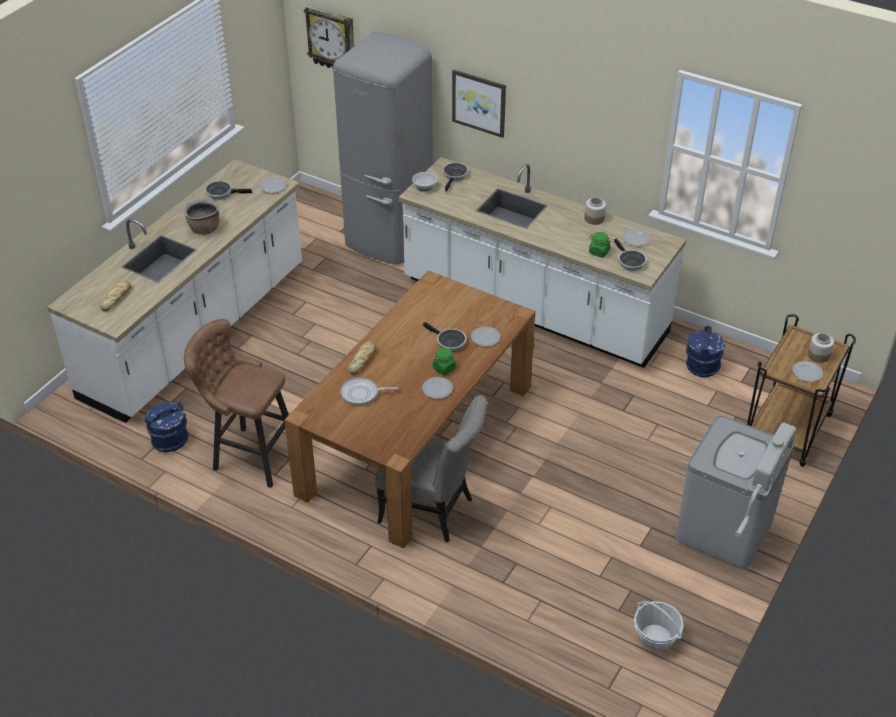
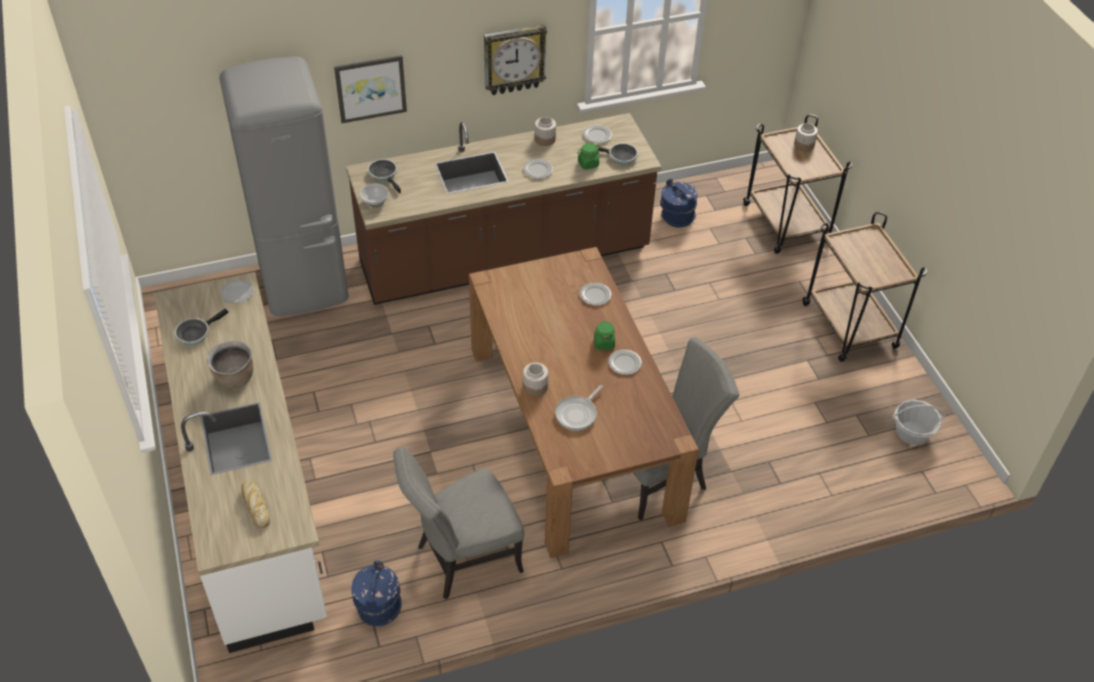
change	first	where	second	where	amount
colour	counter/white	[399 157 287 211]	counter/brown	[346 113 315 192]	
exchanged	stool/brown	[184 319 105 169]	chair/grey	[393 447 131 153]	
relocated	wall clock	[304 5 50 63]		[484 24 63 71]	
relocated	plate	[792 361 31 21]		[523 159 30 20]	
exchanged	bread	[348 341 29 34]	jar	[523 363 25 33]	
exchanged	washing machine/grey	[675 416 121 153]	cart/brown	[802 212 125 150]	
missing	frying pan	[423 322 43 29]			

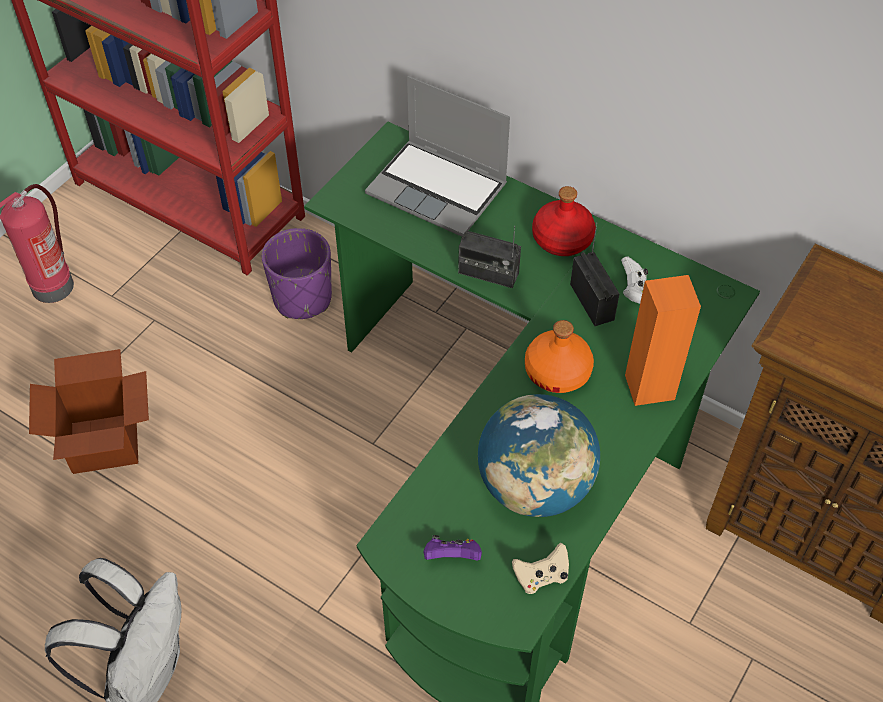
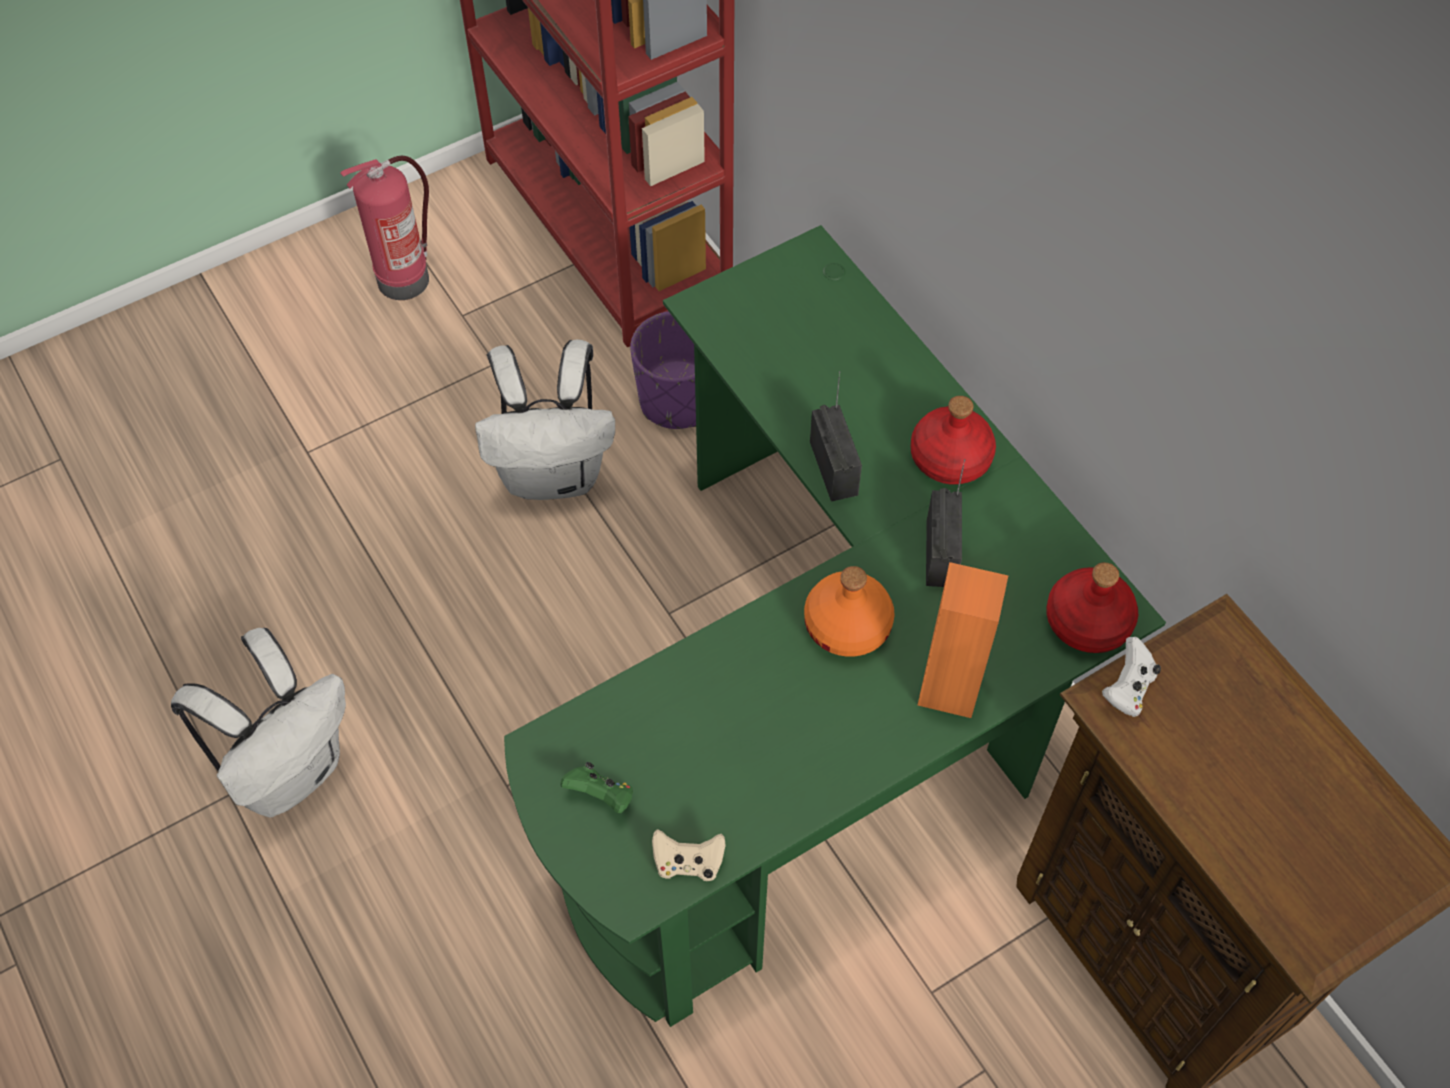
change	first	where	second	where	amount
appeared			backpack/white	[475 340 140 160]	
colour	game controller/purple	[424 535 58 26]	game controller/green	[561 762 72 51]	
spun	radio	[458 226 63 62]		[810 371 52 131]	150 degrees counterclockwise
appeared			bottle/red	[1046 563 92 90]	
relocated	game controller/white	[621 256 27 48]		[1102 637 59 80]	
missing	cardboard box	[29 349 120 125]			
missing	laptop	[365 76 145 161]			
missing	globe	[478 394 122 123]			

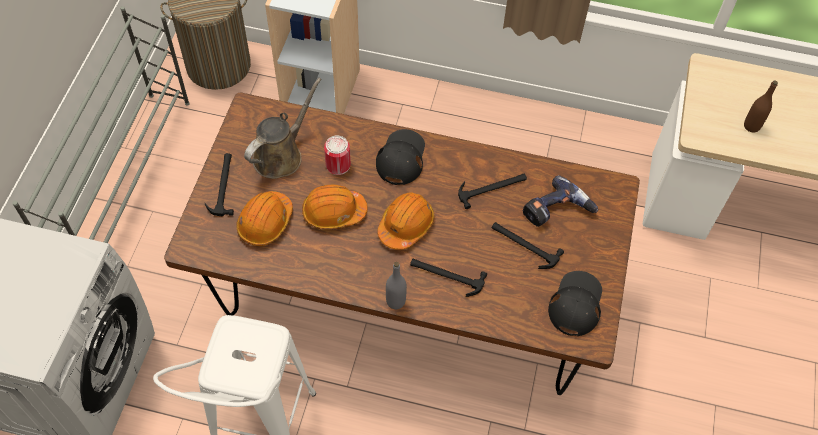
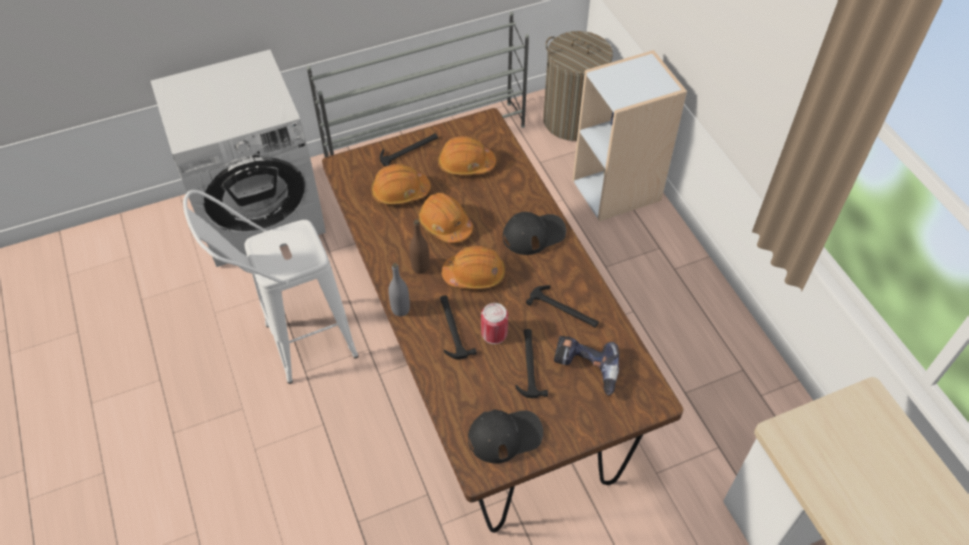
change	first	where	second	where	amount
relocated	bottle/brown	[744 80 34 53]		[409 220 21 54]	
exchanged	watering can/brown	[244 78 78 101]	hard hat/orange	[438 136 58 40]	
relocated	can	[324 135 27 40]		[481 303 27 41]	

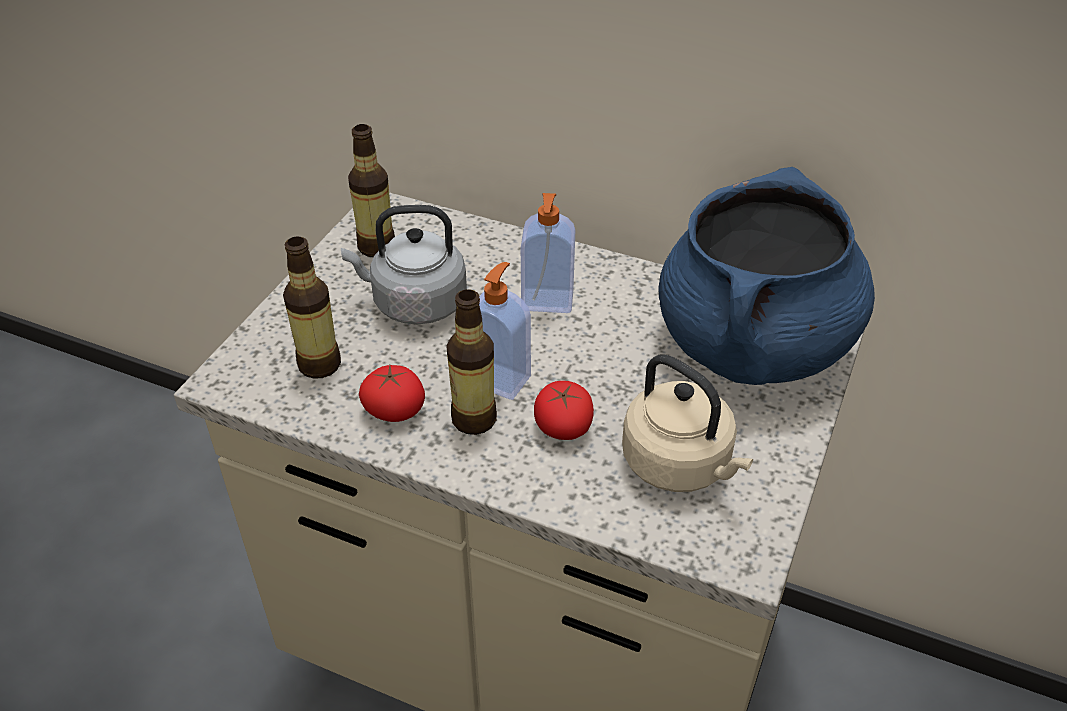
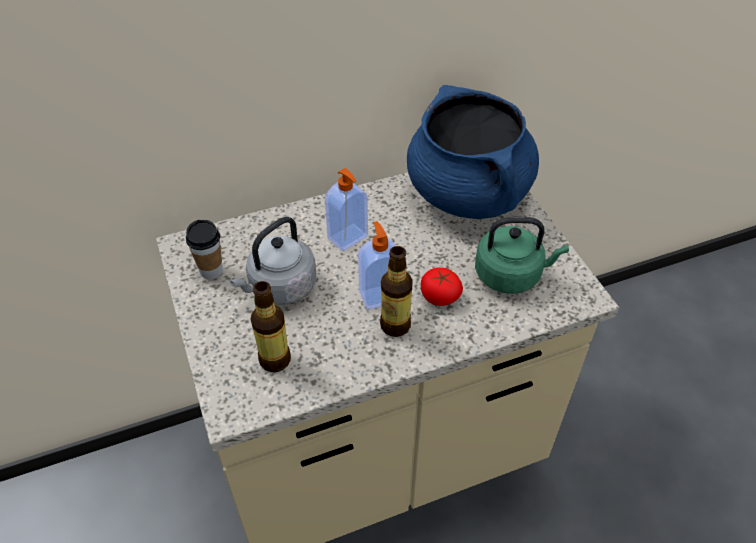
change	first	where	second	where	amount
exchanged	bottle	[348 124 47 133]	cup	[186 220 37 59]	
colour	kettle/beige	[622 354 131 138]	kettle/green	[475 217 94 77]	
missing	tomato	[359 365 66 57]			

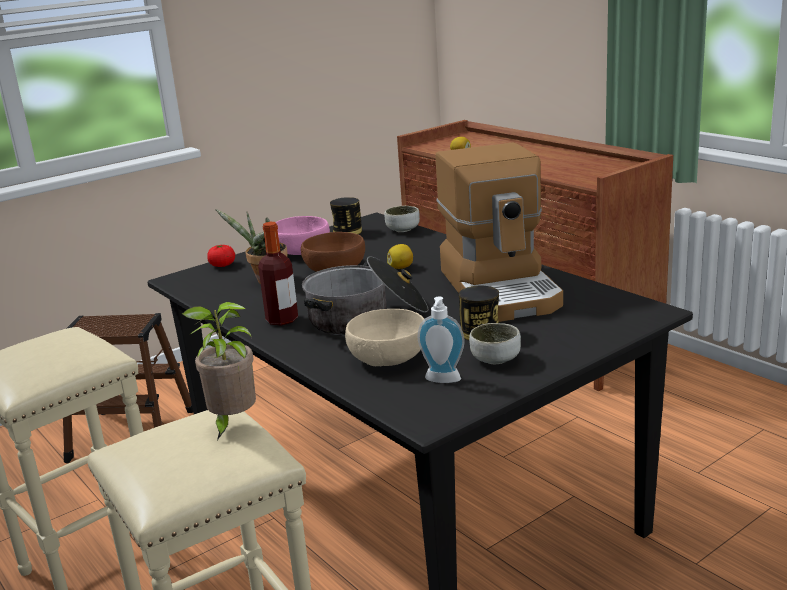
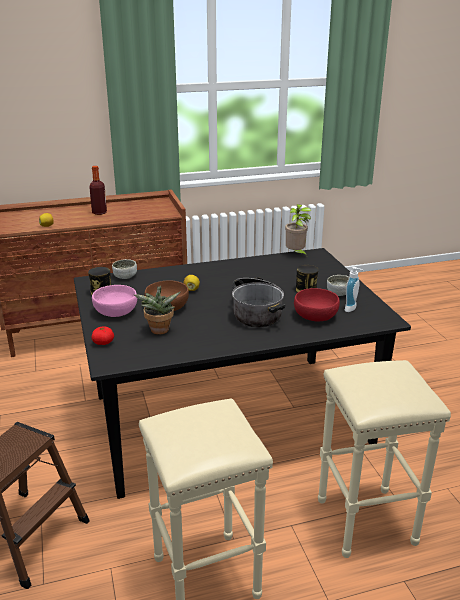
change	first	where	second	where	amount
relocated	bottle	[258 222 40 103]		[89 166 18 49]	
relocated	potted plant	[182 302 74 138]		[285 204 26 52]	
colour	bowl/beige	[345 309 79 57]	bowl/red	[294 288 46 34]	
missing	coffee machine	[436 143 127 179]			

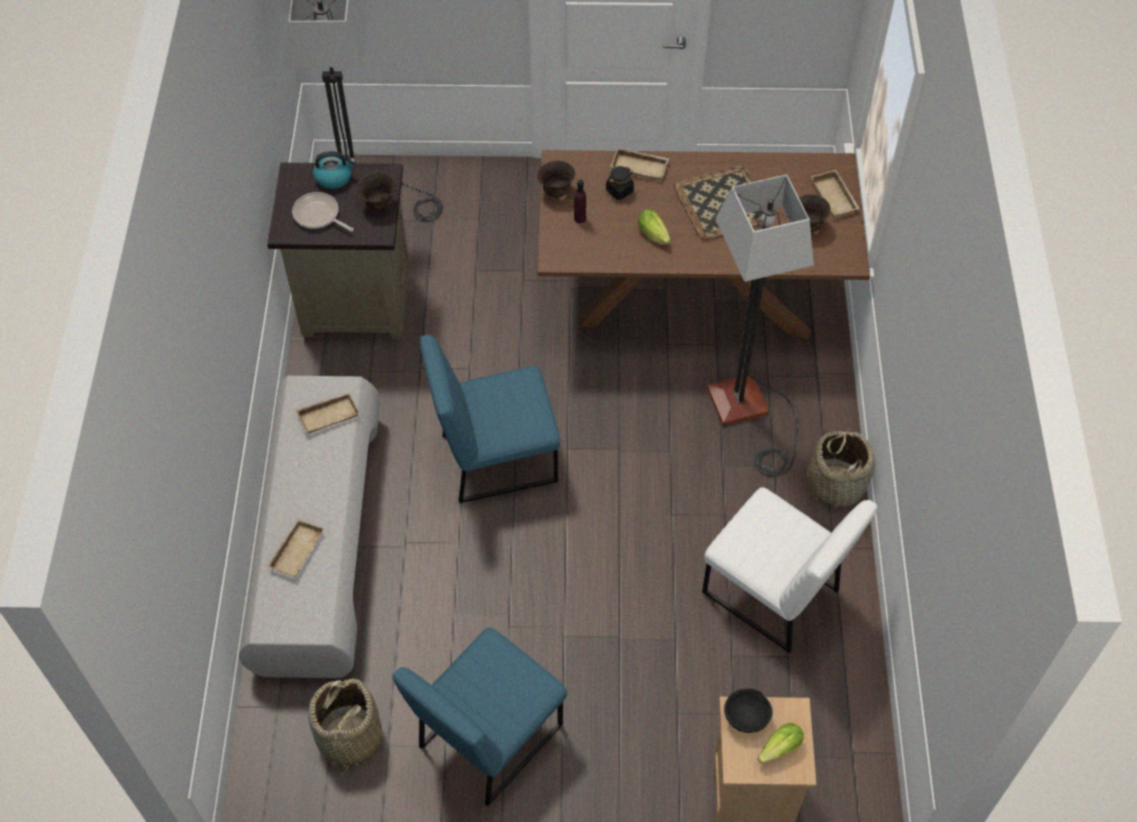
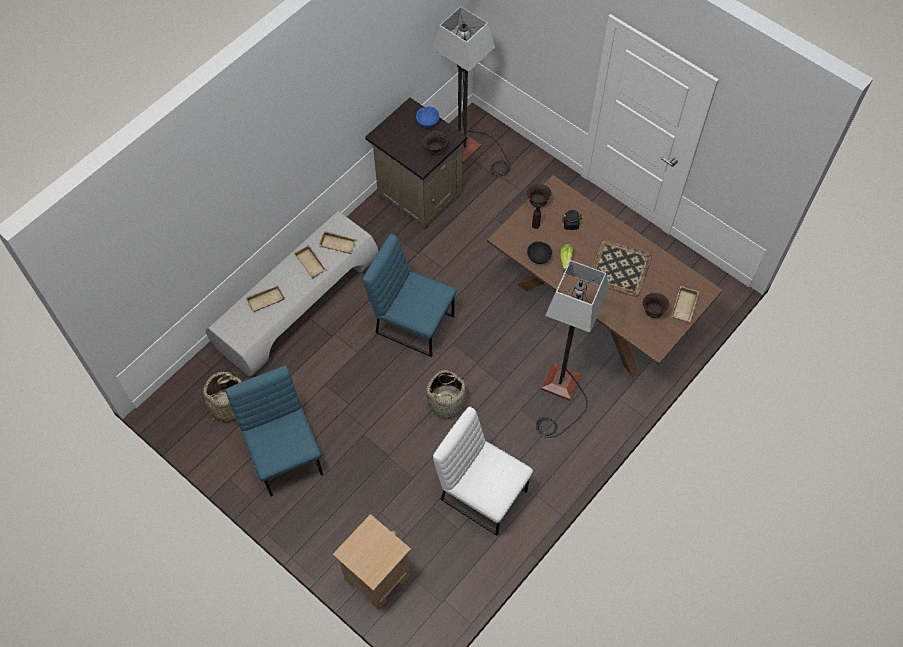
change	first	where	second	where	amount
spun	chair/blue	[392 627 175 179]		[226 366 97 130]	75 degrees clockwise
relocated	tray/beige	[611 148 58 33]		[294 245 33 33]	
exchanged	kettle	[313 151 43 38]	bowl/blue	[416 106 24 22]	
relocated	basket	[806 429 68 81]		[426 370 43 50]	
spun	chair/white	[702 487 175 166]		[433 407 100 129]	135 degrees clockwise
relocated	bowl/black	[724 688 49 45]		[527 241 25 23]	
missing	frying pan	[292 192 62 39]			
missing	lettuce	[757 723 47 41]			

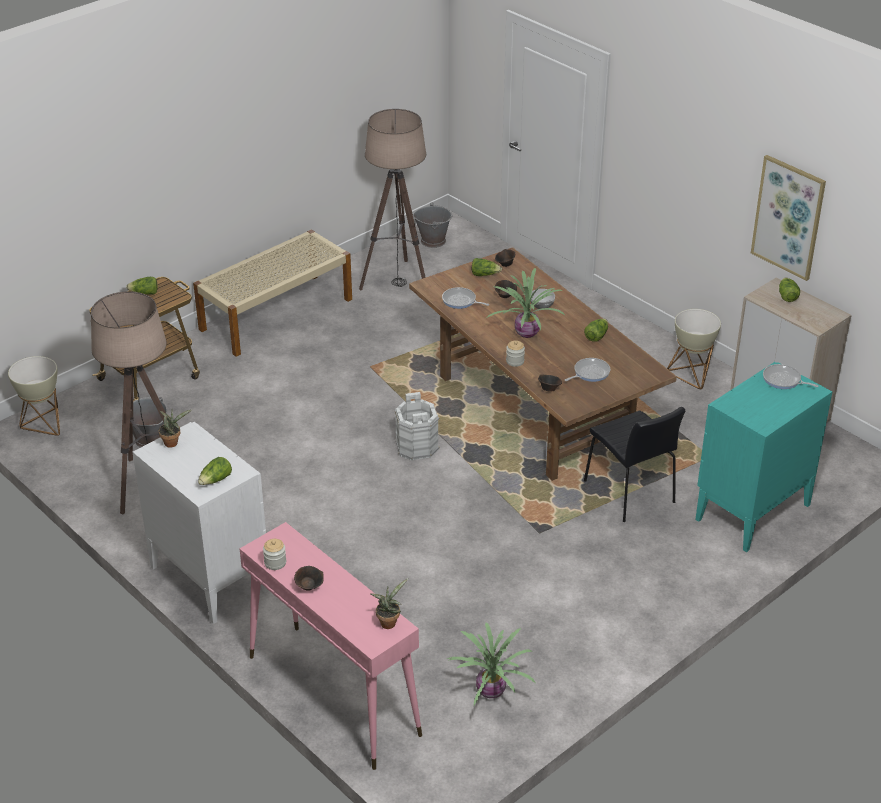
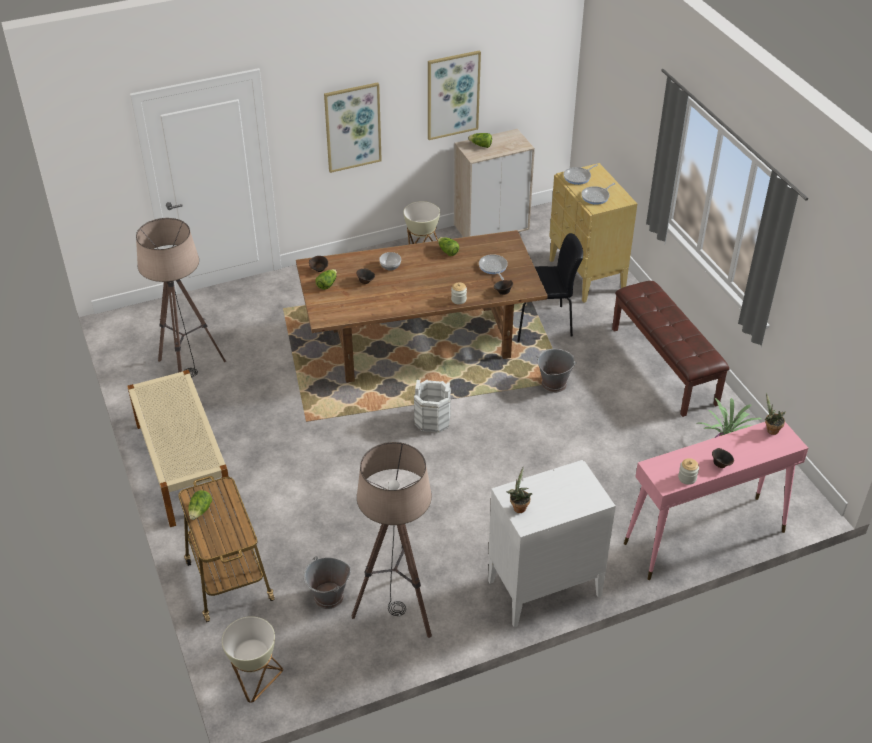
change	first	where	second	where	amount
appeared			picture	[324 82 58 91]	
relocated	bucket/grey	[413 202 39 46]		[536 349 41 44]	
colour	dresser/turquoise	[695 362 137 190]	dresser/beige	[549 163 88 140]	
relocated	frying pan	[442 287 47 22]		[581 183 35 22]	
appeared			bench/brown	[612 281 117 136]	
missing	lettuce	[198 457 34 28]			
missing	potted plant	[485 268 80 70]			

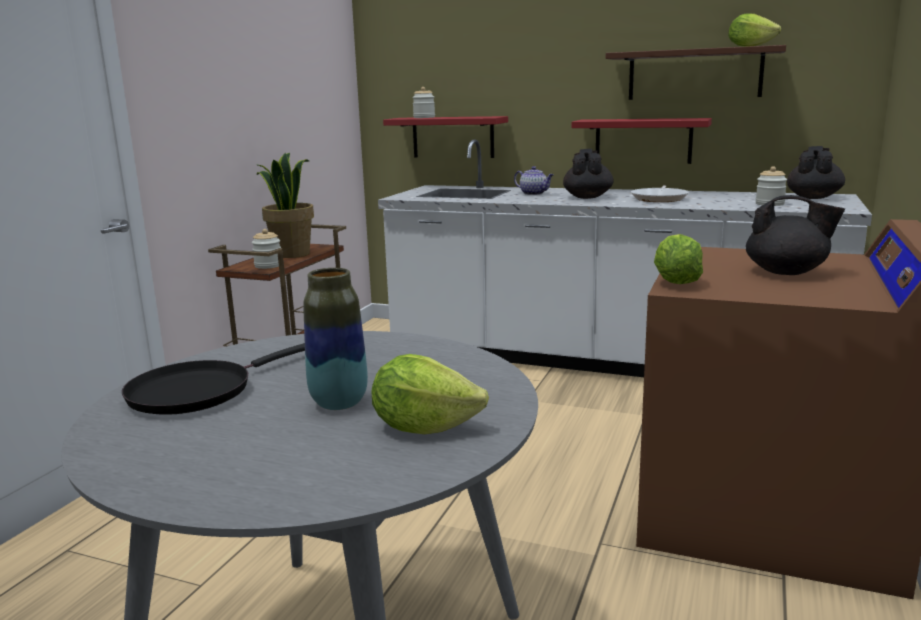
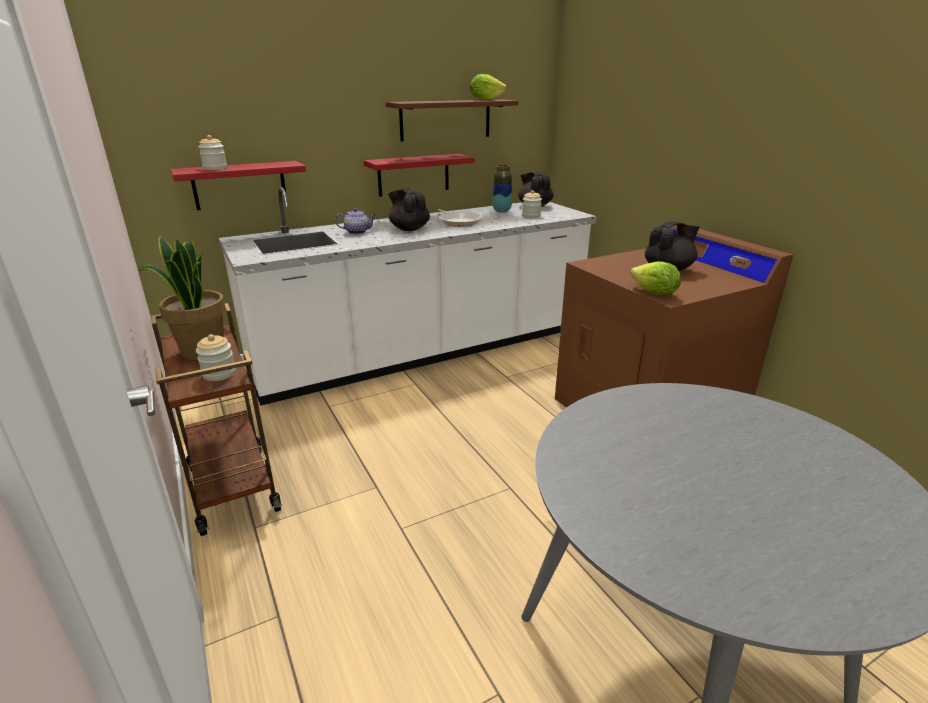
change	first	where	second	where	amount
relocated	vase	[303 268 65 142]		[493 165 19 48]	
missing	frying pan/black	[122 343 183 72]			
missing	lettuce	[371 354 118 80]			

